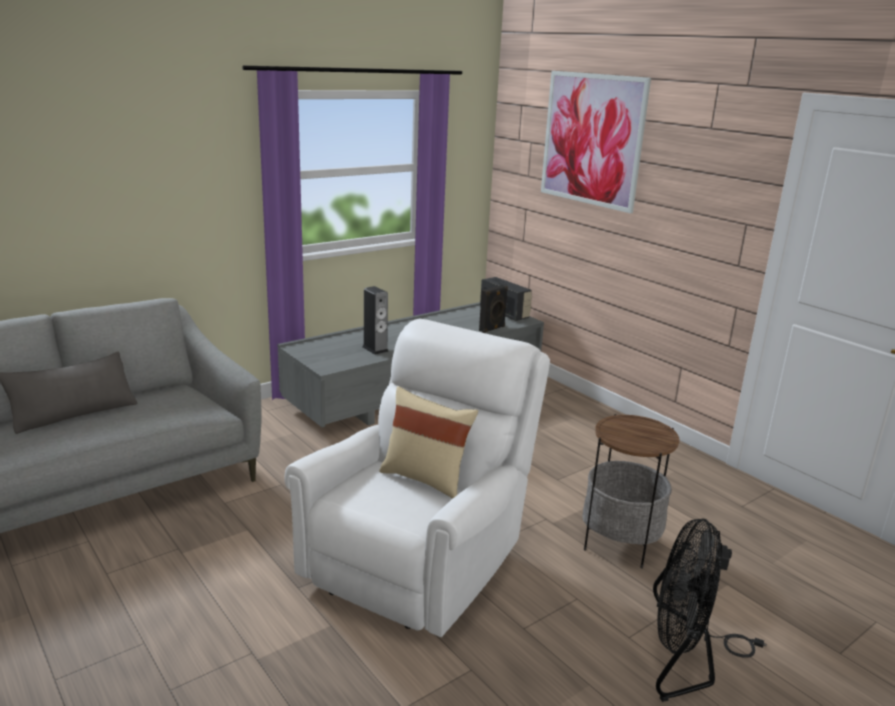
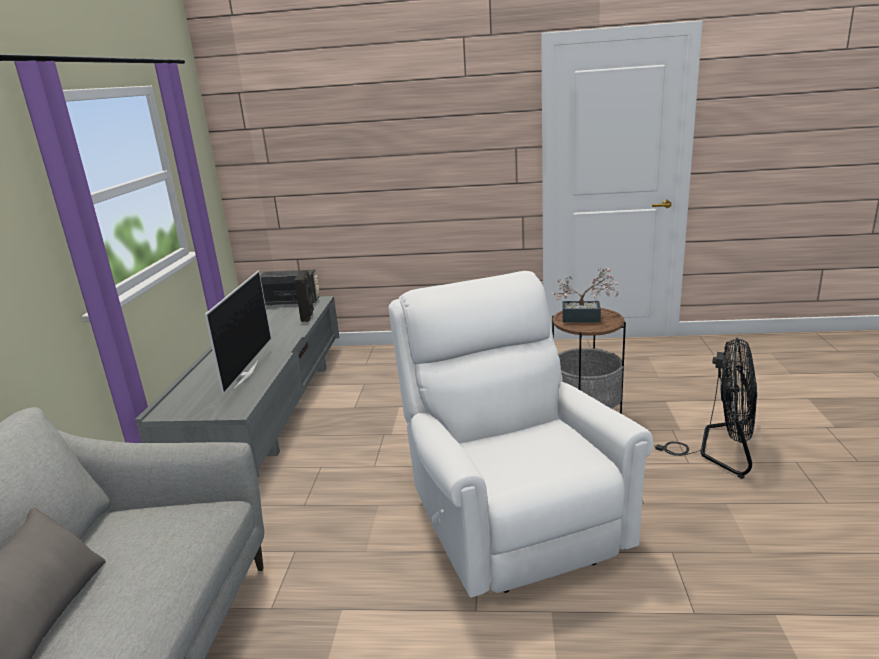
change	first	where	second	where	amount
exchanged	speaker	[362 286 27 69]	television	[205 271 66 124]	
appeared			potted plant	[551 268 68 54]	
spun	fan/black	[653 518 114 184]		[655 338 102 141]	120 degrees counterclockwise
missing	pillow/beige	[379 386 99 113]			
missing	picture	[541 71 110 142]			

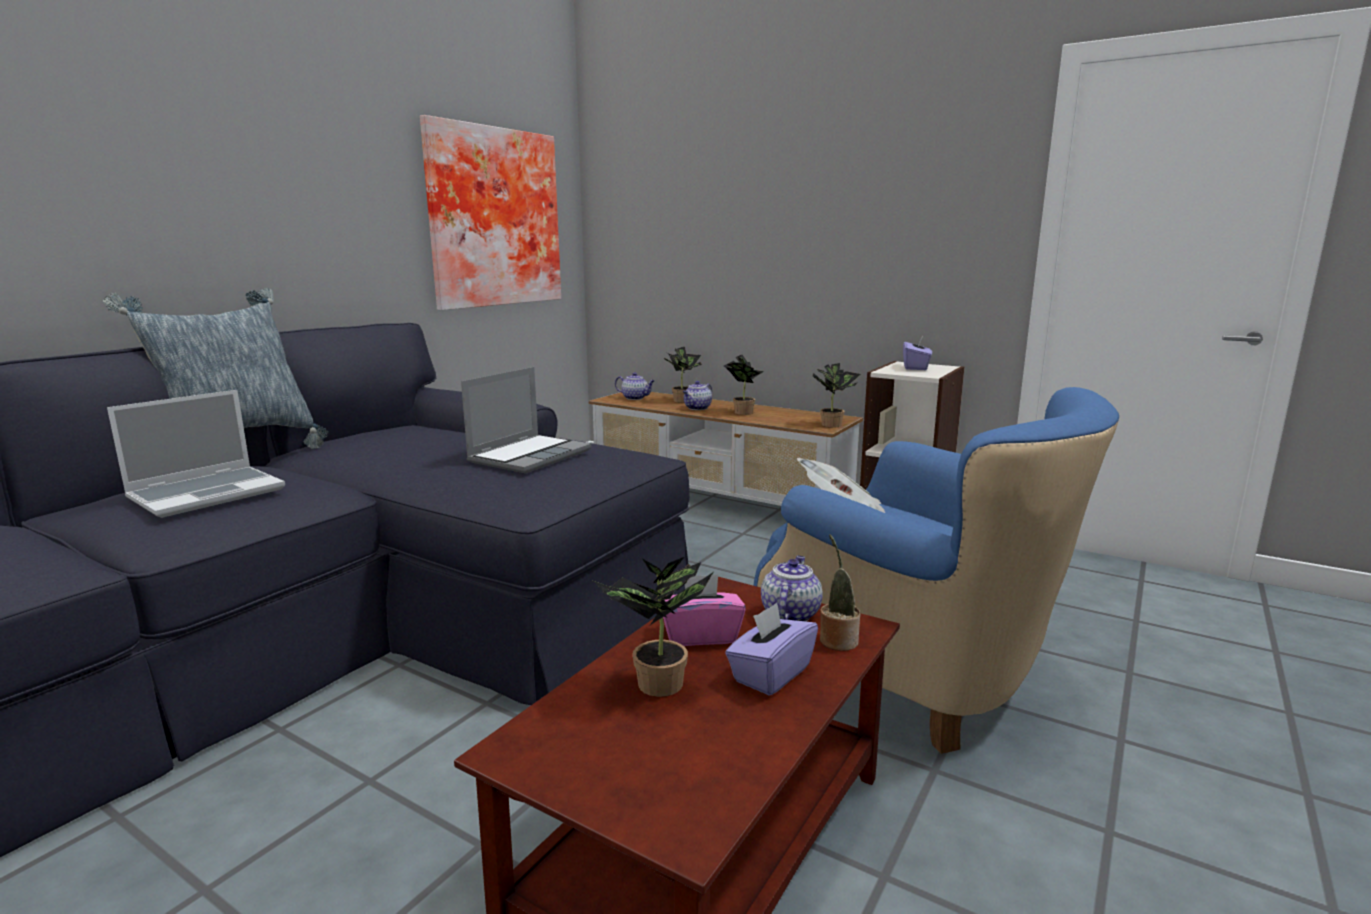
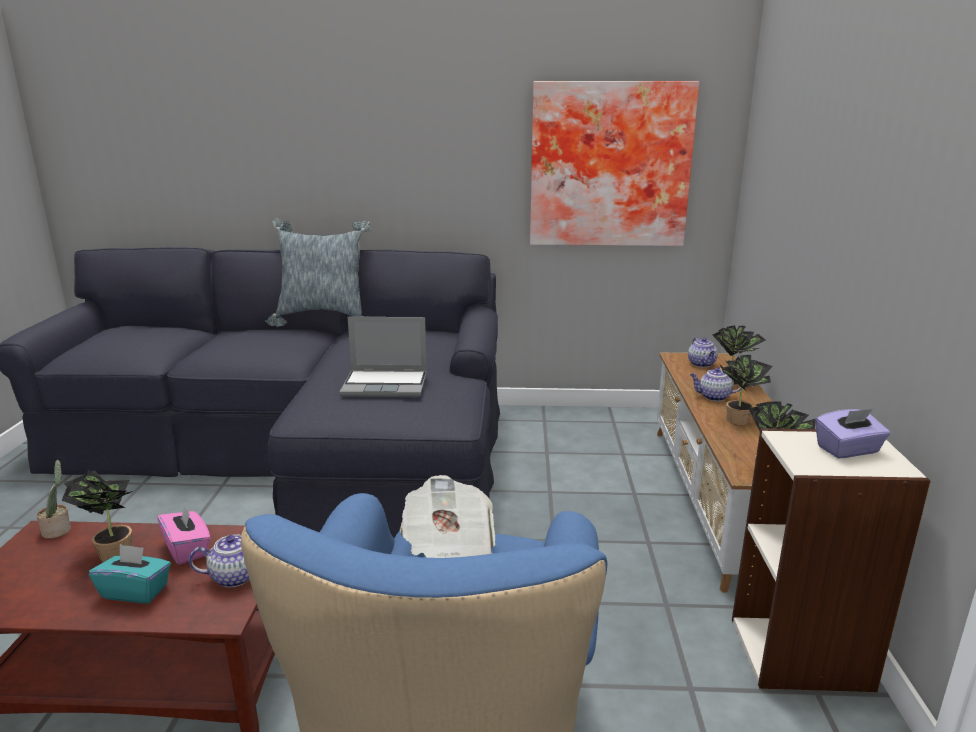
change	first	where	second	where	amount
relocated	potted plant	[820 534 40 117]		[36 460 35 79]	
colour	tissue box/purple	[725 603 93 93]	tissue box/turquoise	[89 544 82 59]	
missing	laptop	[107 390 178 128]			

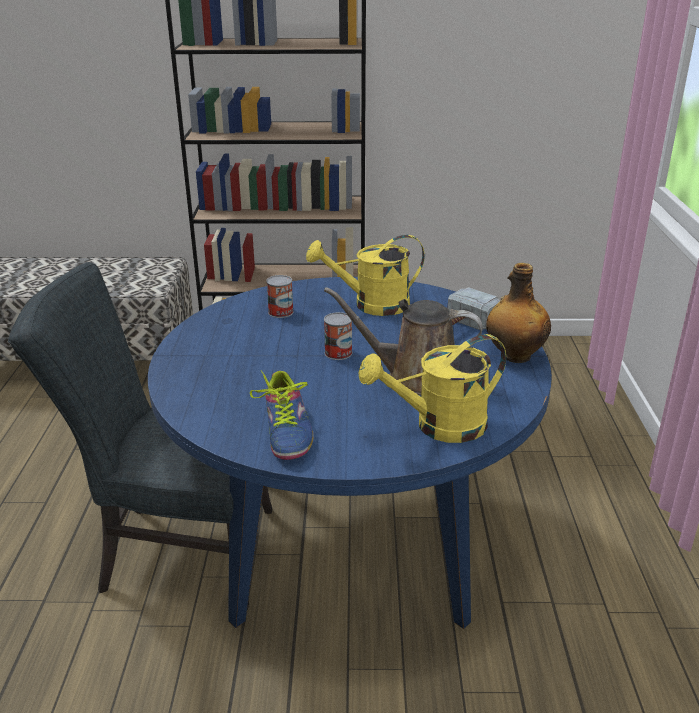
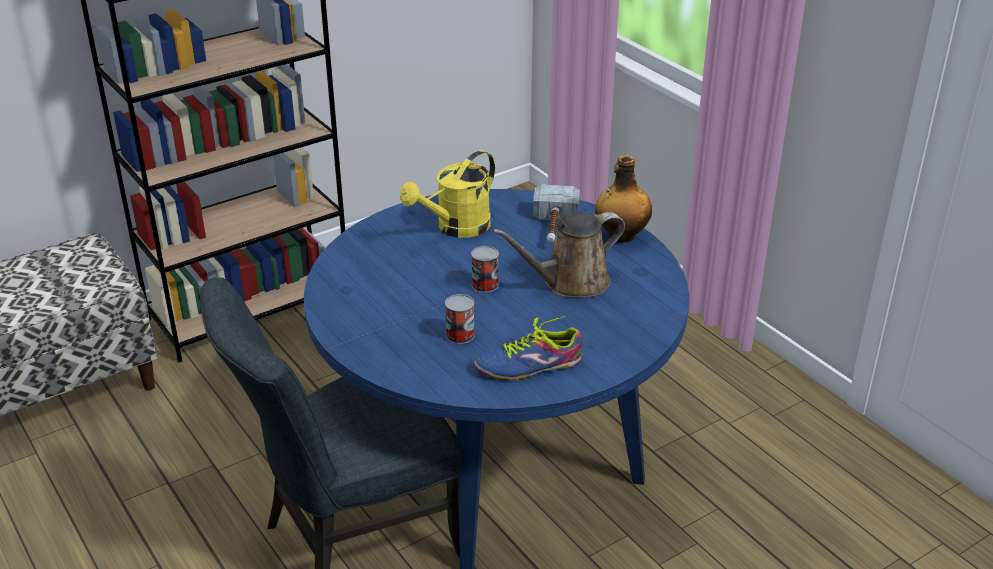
change	first	where	second	where	amount
relocated	can	[266 275 28 43]		[445 294 30 50]	
spun	shoe	[250 370 64 90]		[474 316 108 64]	120 degrees clockwise
missing	watering can/yellow	[358 334 148 109]			

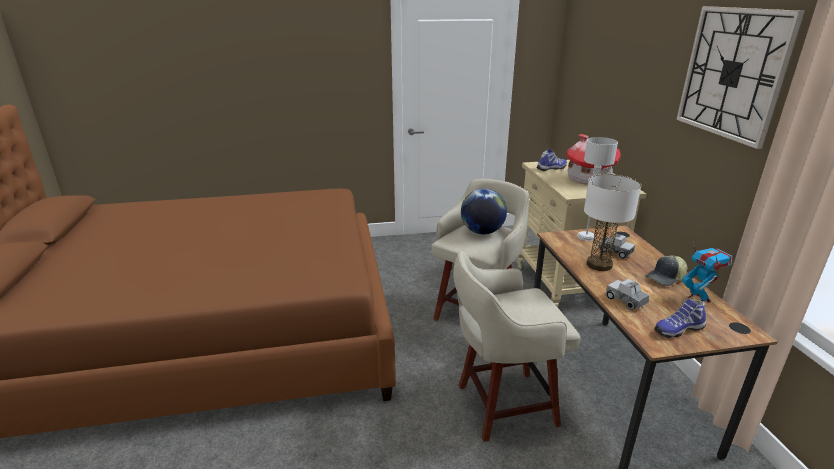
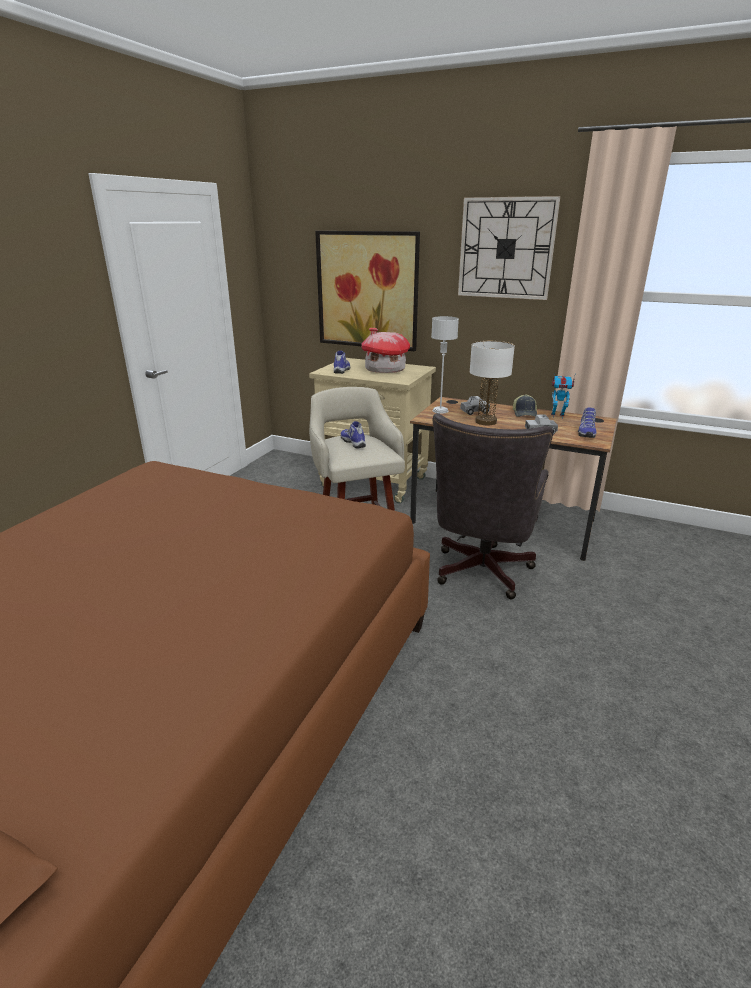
change	first	where	second	where	amount
appeared			picture	[315 231 105 120]	
exchanged	globe	[461 189 46 45]	shoe	[341 421 25 28]	
exchanged	stool/beige	[453 250 128 192]	office chair/grey	[433 413 120 187]	

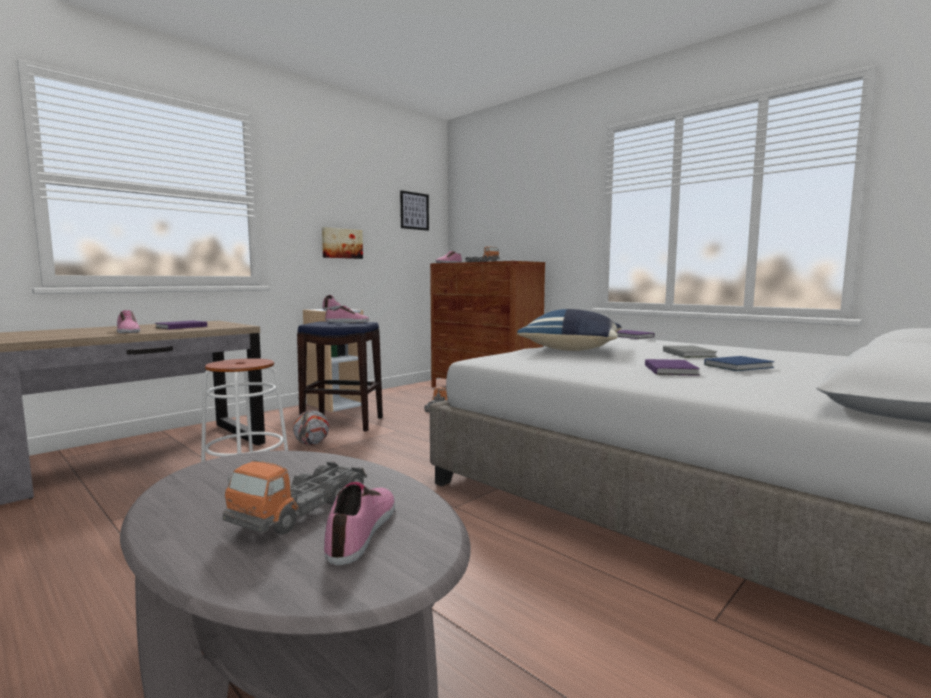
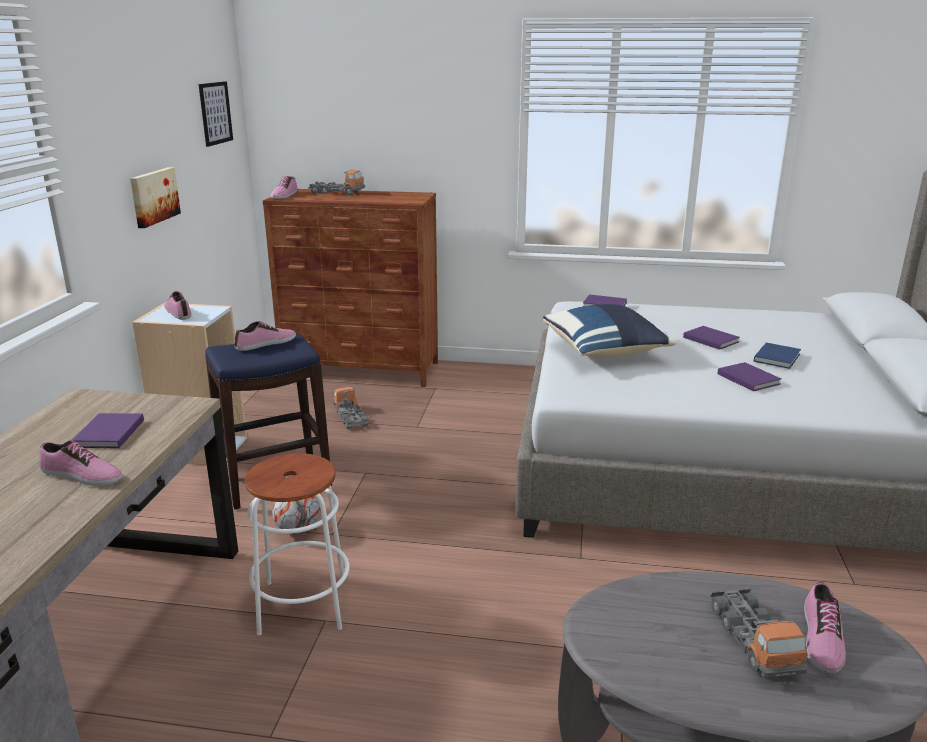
change	first	where	second	where	amount
colour	book/grey	[663 346 54 12]	book/purple	[683 326 57 24]	
spun	shoe	[324 482 71 83]		[804 582 42 92]	135 degrees counterclockwise

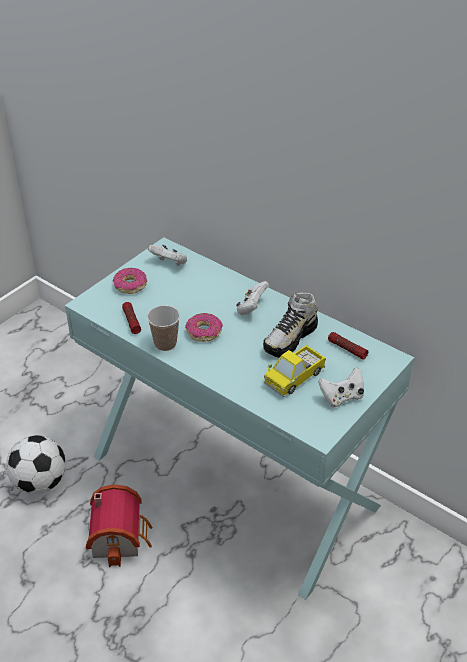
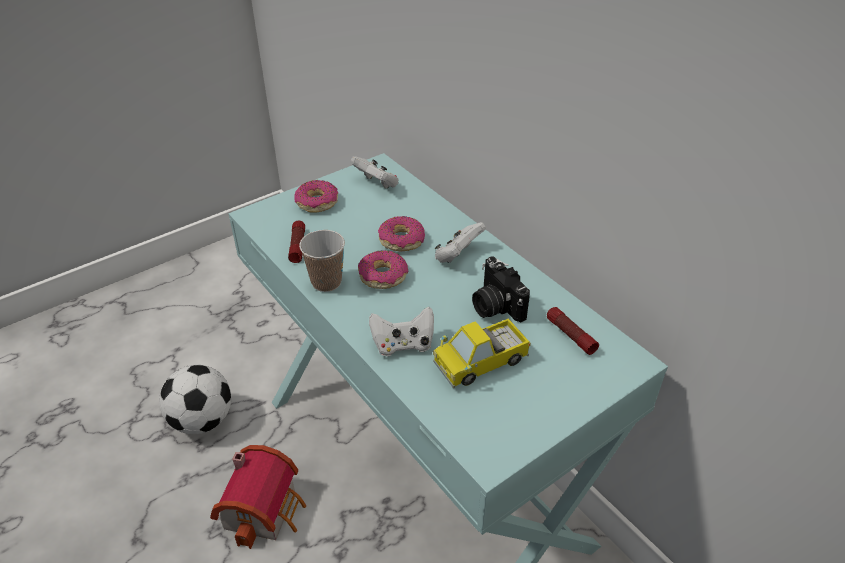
change	first	where	second	where	amount
relocated	game controller/white	[318 367 46 40]		[369 307 65 49]	
appeared			donut	[378 216 47 36]	
exchanged	shoe	[263 292 55 66]	photo camera	[472 256 58 66]	

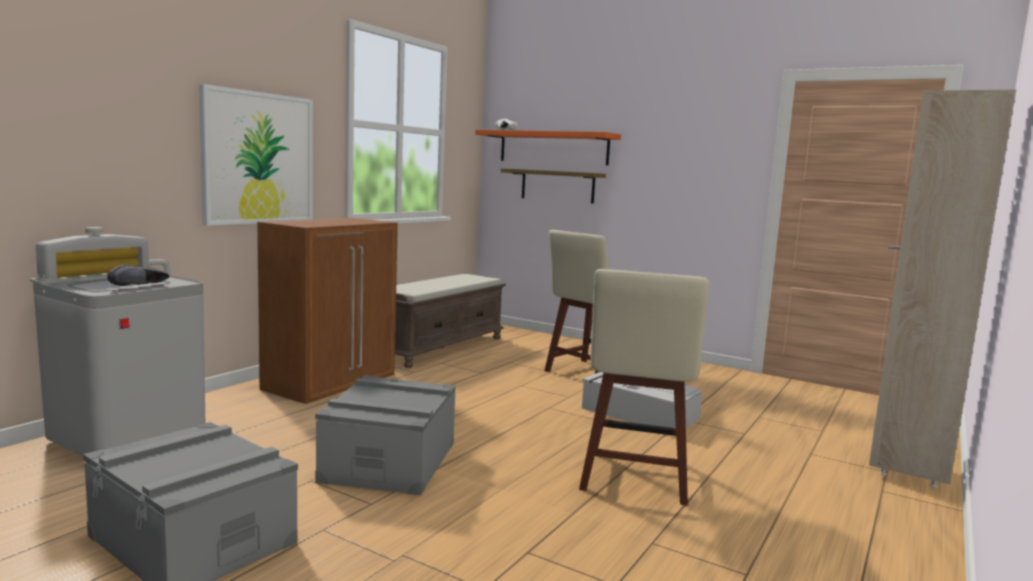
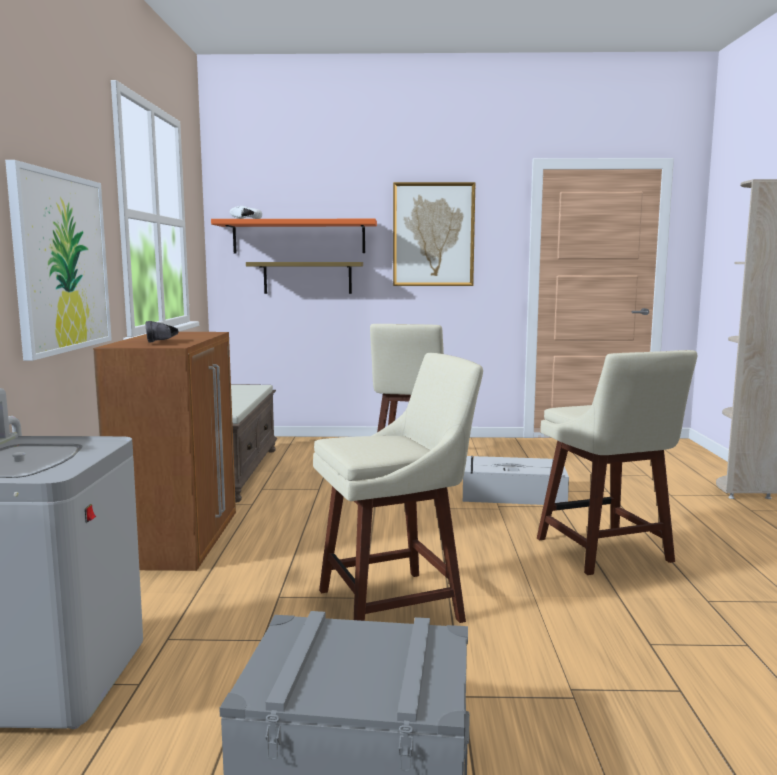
change	first	where	second	where	amount
relocated	shoe/black	[107 265 63 21]		[145 321 33 22]	
exchanged	storage box/grey	[315 375 141 121]	stool/beige	[313 353 170 270]	
appeared			picture	[393 182 82 104]	

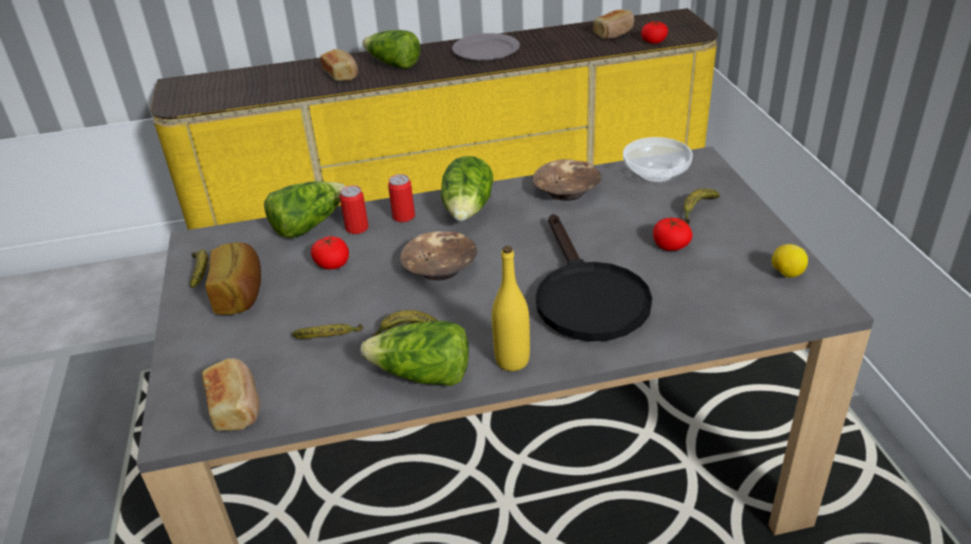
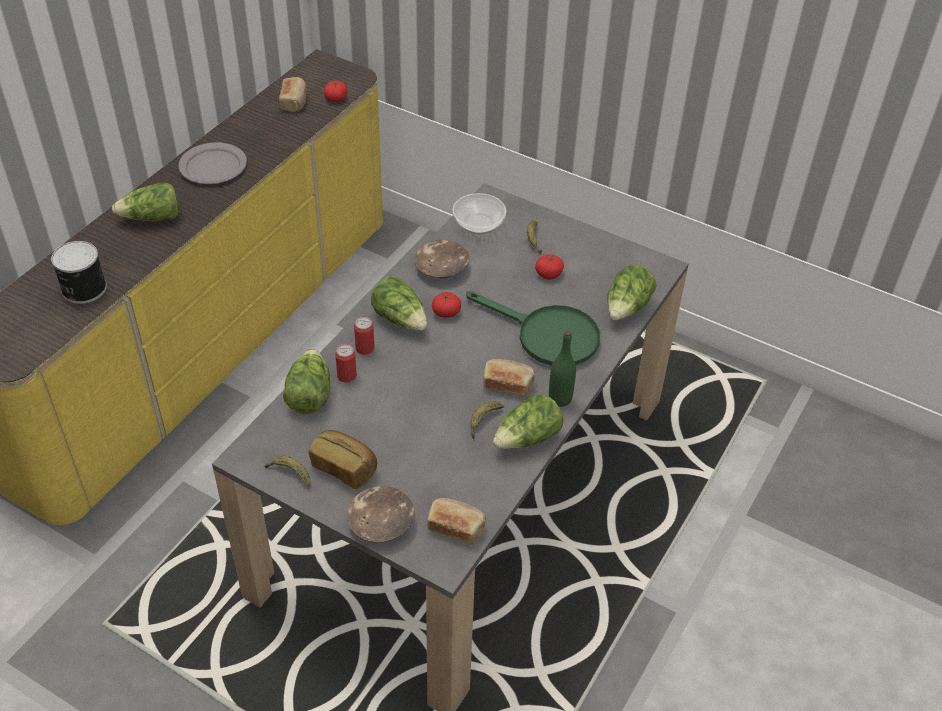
change	first	where	second	where	amount
appeared			can	[51 241 56 63]	
relocated	bowl/brown	[400 231 77 49]		[347 486 68 57]	
relocated	tomato	[311 236 38 34]		[432 292 29 26]	
colour	frying pan/black	[536 214 116 127]	frying pan/green	[466 291 134 75]	
relocated	bread	[320 49 38 32]		[483 359 52 37]	
colour	bottle/yellow	[492 246 38 125]	bottle/green	[549 331 27 76]	
appeared			lettuce	[607 265 50 55]	
missing	banana	[292 324 71 15]			
missing	lemon	[772 244 36 34]			

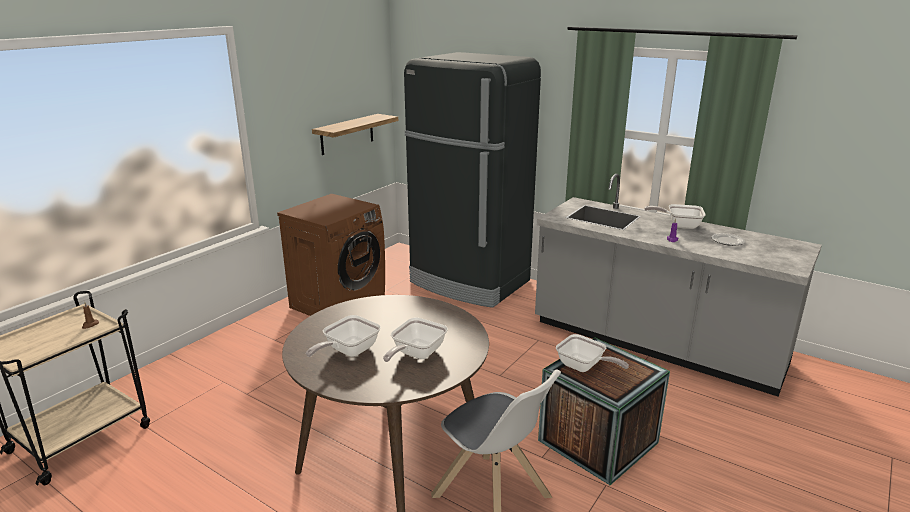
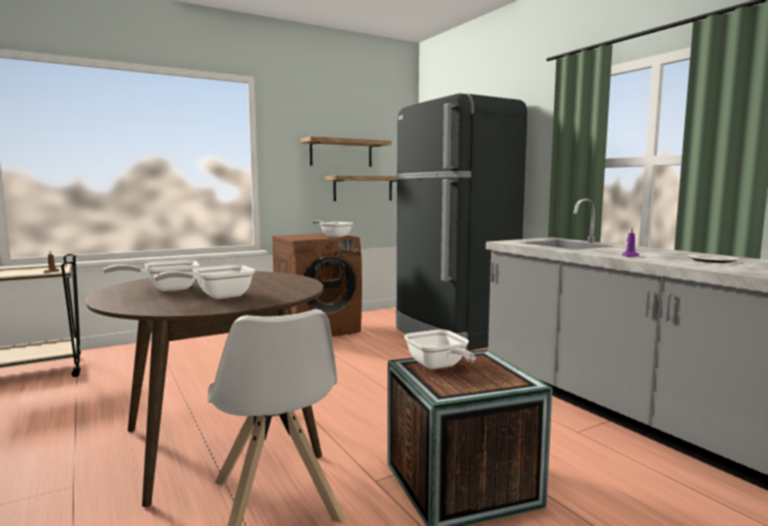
change	first	where	second	where	amount
appeared			shelf	[301 136 91 31]	
relocated	frying pan	[644 204 62 25]		[312 220 41 17]	

